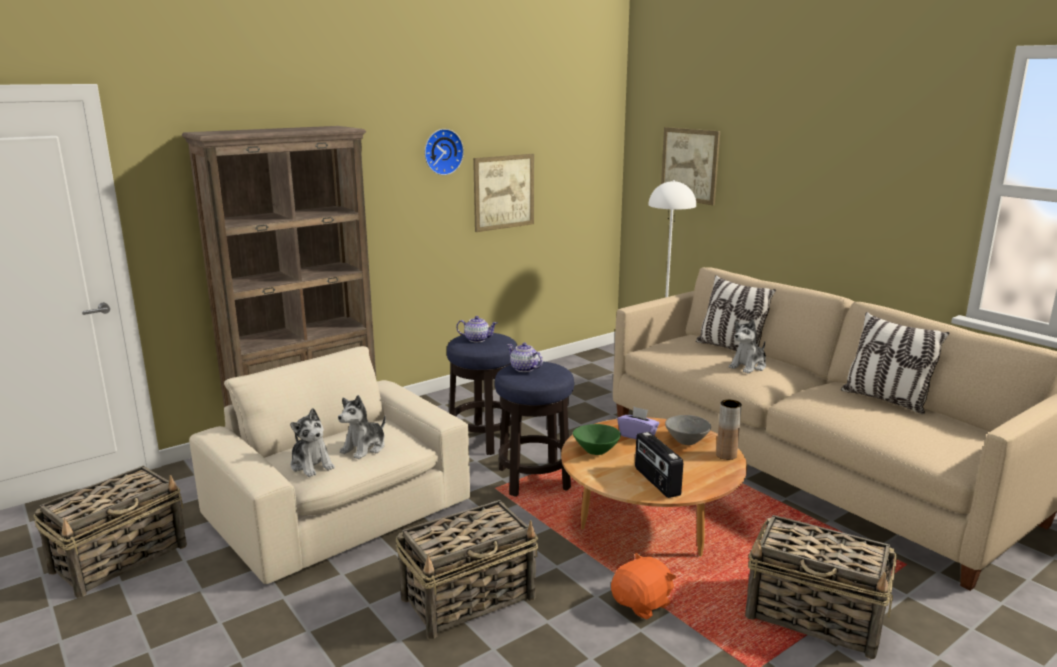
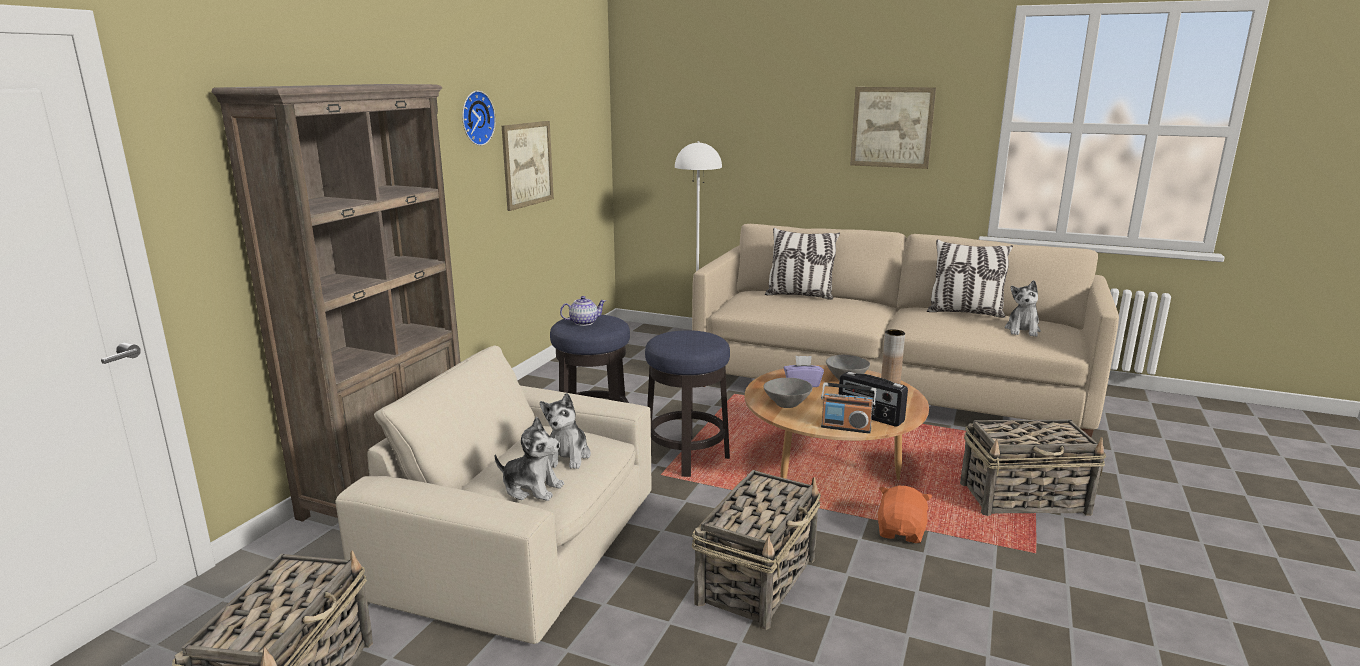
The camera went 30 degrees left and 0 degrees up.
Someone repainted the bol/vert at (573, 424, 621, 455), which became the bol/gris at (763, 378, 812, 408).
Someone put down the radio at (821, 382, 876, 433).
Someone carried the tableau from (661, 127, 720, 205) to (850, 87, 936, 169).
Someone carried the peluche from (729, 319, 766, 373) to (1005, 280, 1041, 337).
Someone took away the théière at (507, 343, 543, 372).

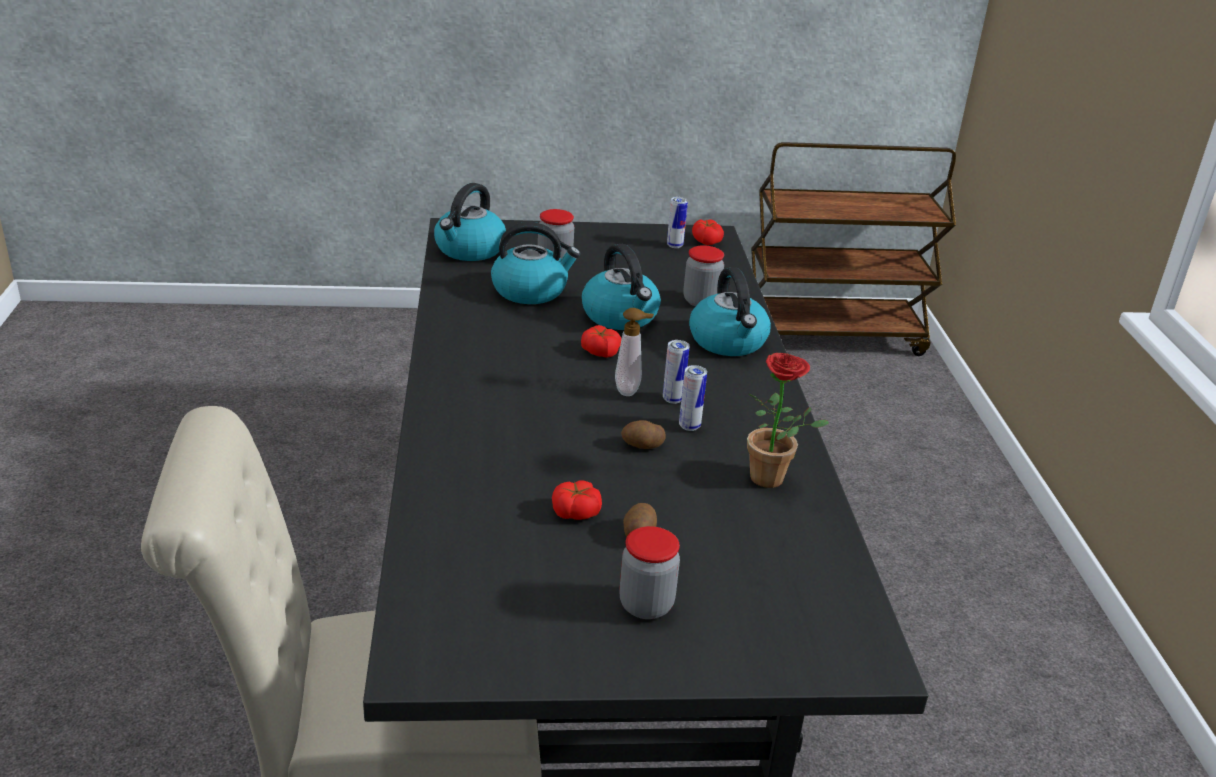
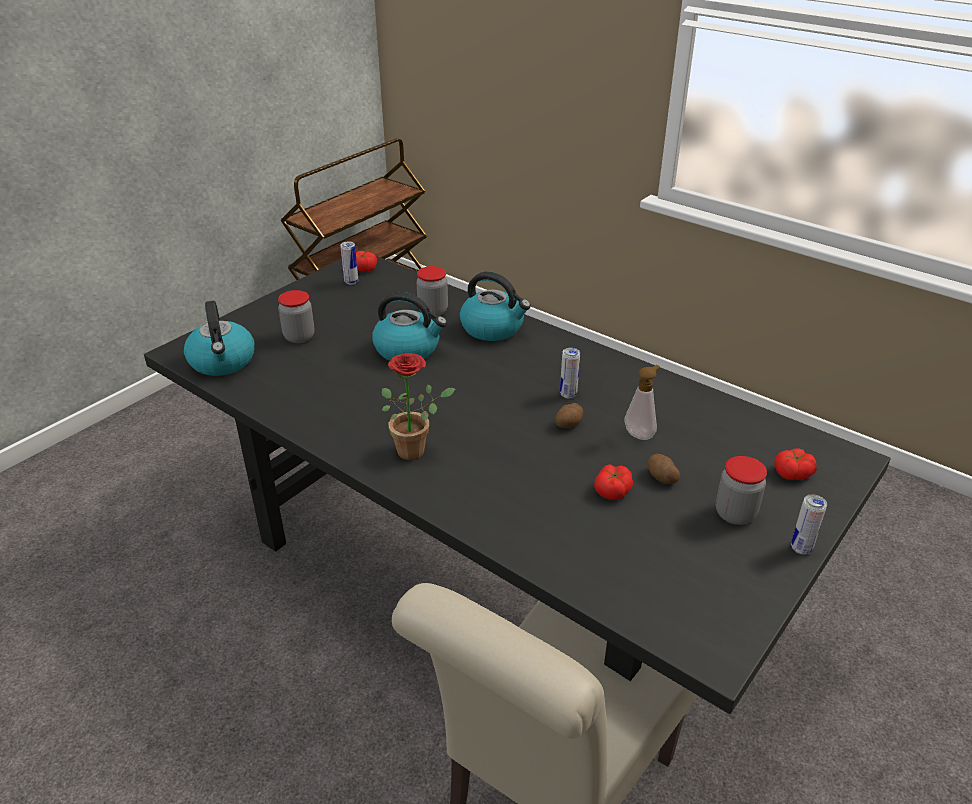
The camera went 45 degrees left and 5 degrees up.
Someone carried the plante en pot from (747, 353, 829, 488) to (382, 353, 455, 460).
Someone carried the distributeur de savon from (615, 308, 654, 396) to (624, 365, 660, 440).
Someone carried the tomate from (581, 325, 621, 358) to (774, 448, 817, 480).
Someone carried the boîte métallique from (663, 340, 690, 404) to (791, 494, 827, 554).
Someone took away the bouilloire at (491, 222, 581, 304).

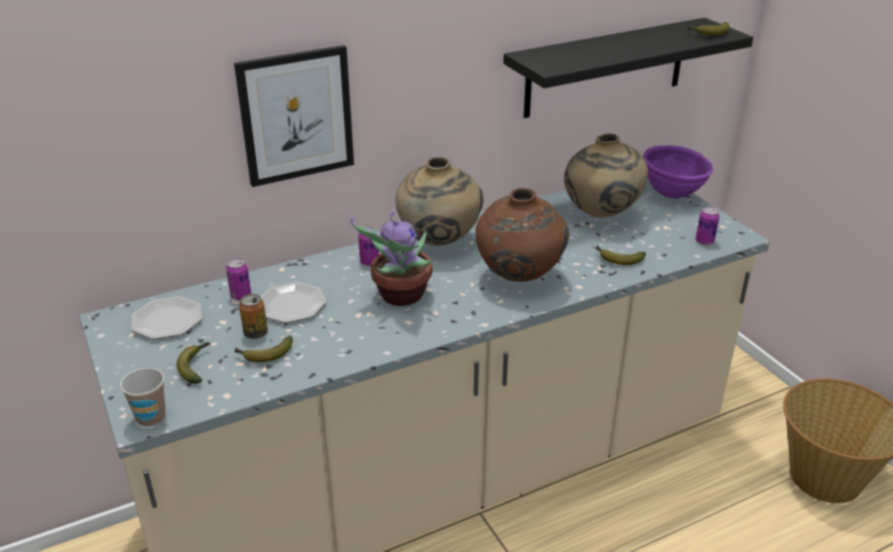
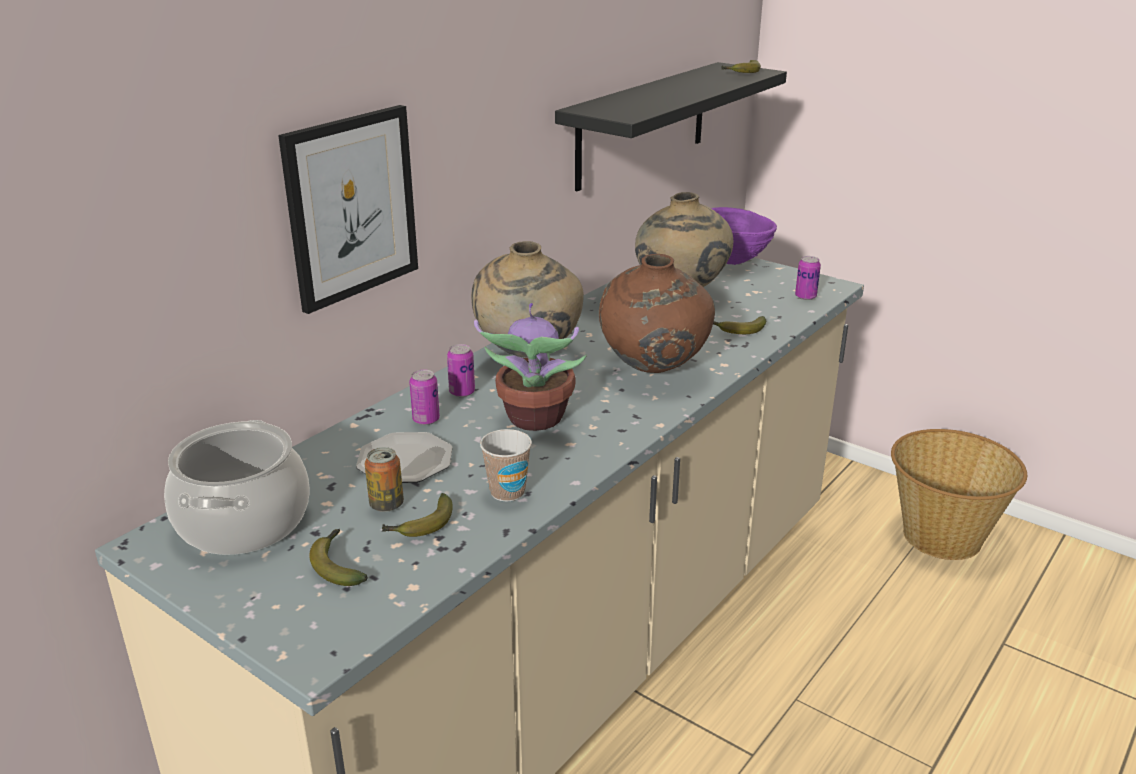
The camera went 25 degrees left and 5 degrees down.
Someone swapped the assiette at (131, 296, 203, 339) for the marmite at (164, 420, 309, 555).
Someone carried the boîte métallique from (226, 258, 251, 300) to (409, 369, 440, 425).
Someone carried the tasse from (120, 368, 165, 427) to (480, 429, 532, 502).

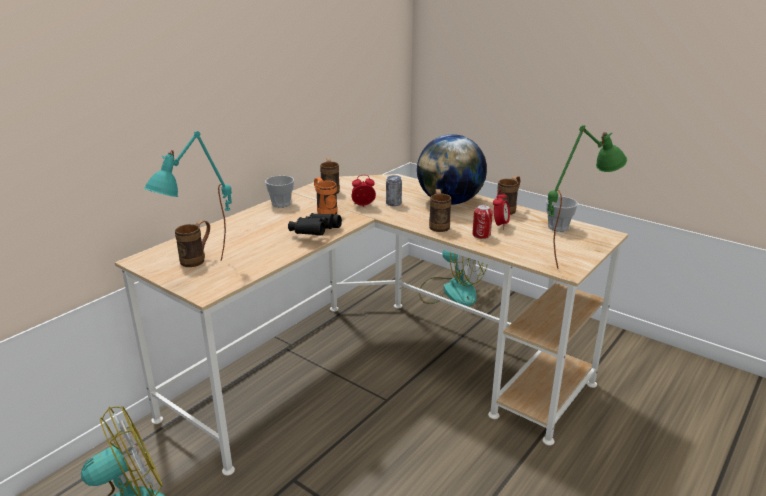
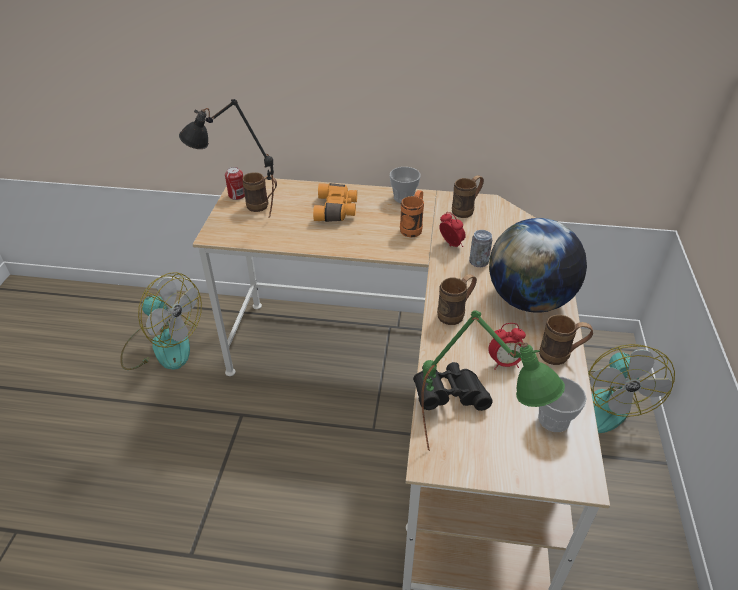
The camera went 60 degrees right and 15 degrees up.
Someone repainted the lampe de table/turquoise at (144, 131, 232, 261), which became the lampe de table/noir at (179, 99, 274, 216).
Someone carried the boîte métallique from (472, 205, 493, 239) to (225, 167, 245, 200).
Someone put down the jumelles/orange at (313, 183, 357, 222).
Someone carried the jumelles/noir from (288, 213, 342, 235) to (413, 362, 493, 411).

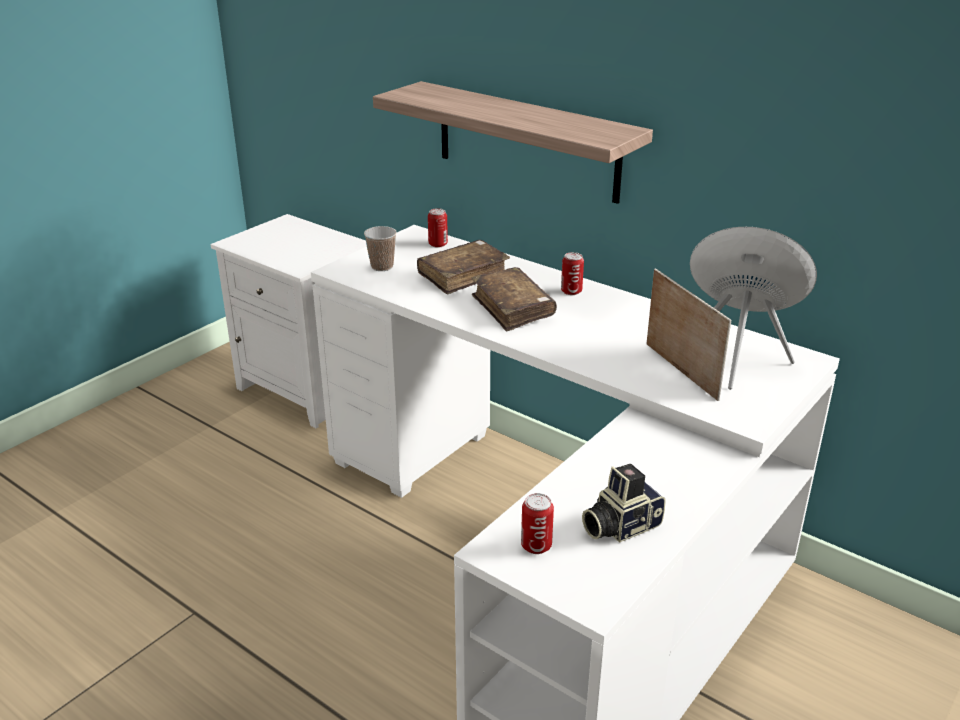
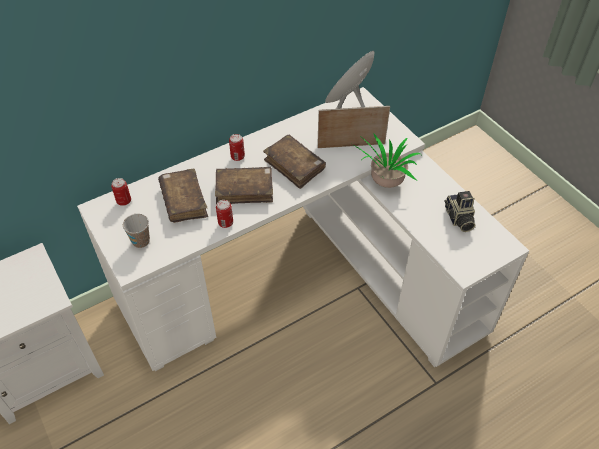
The camera went 70 degrees left and 20 degrees up.
Someone carried the boîte métallique from (521, 493, 554, 554) to (216, 200, 233, 228).
Someone put down the livre/marron at (263, 135, 326, 189).
Someone put down the plante en pot at (352, 133, 422, 188).
Someone took away the étagère at (373, 81, 653, 204).

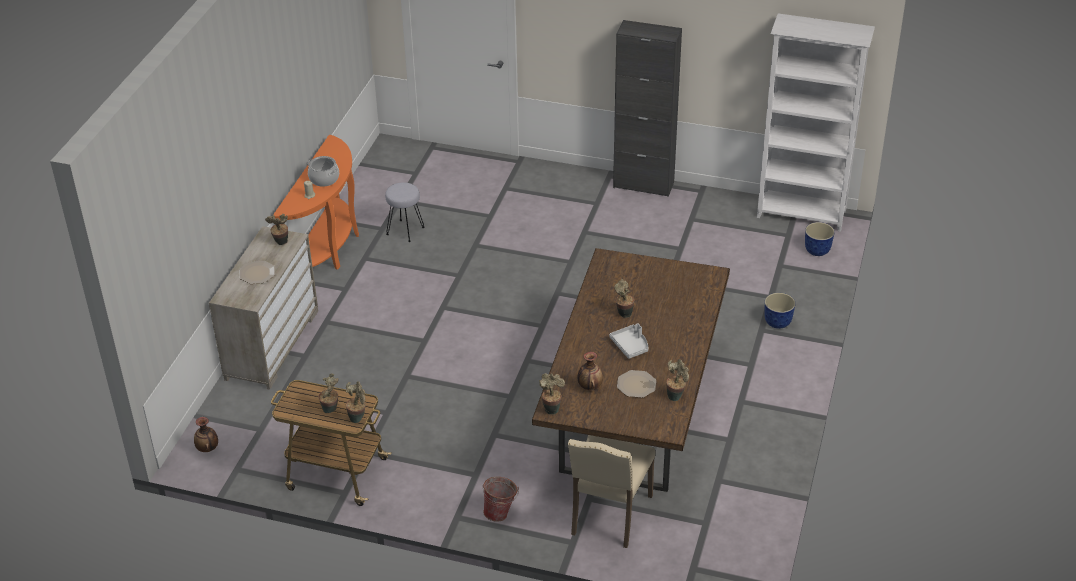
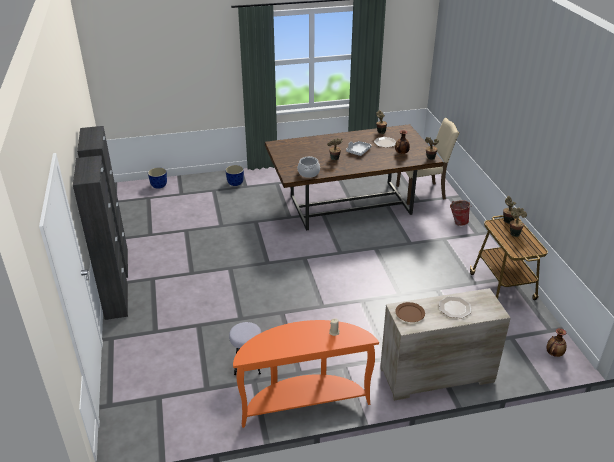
The camera went 120 degrees left and 5 degrees down.
Someone put down the meuble de rangement/noir at (73, 155, 128, 320).
Someone carried the marmite from (308, 156, 339, 187) to (298, 156, 320, 178).
Someone swapped the plante en pot at (265, 214, 288, 245) for the assiette/marron at (395, 302, 425, 322).
Someone took away the bibliothèque/blanc at (757, 13, 875, 232).

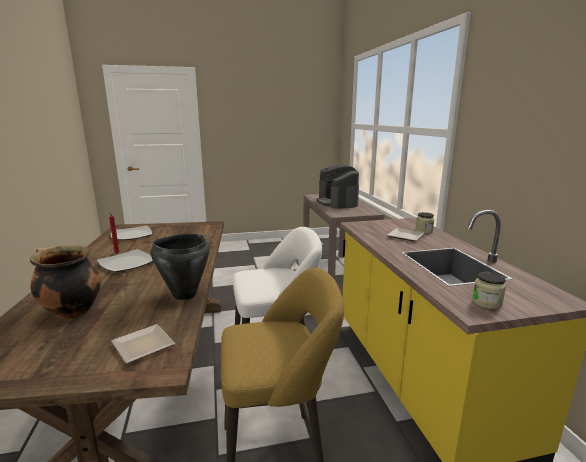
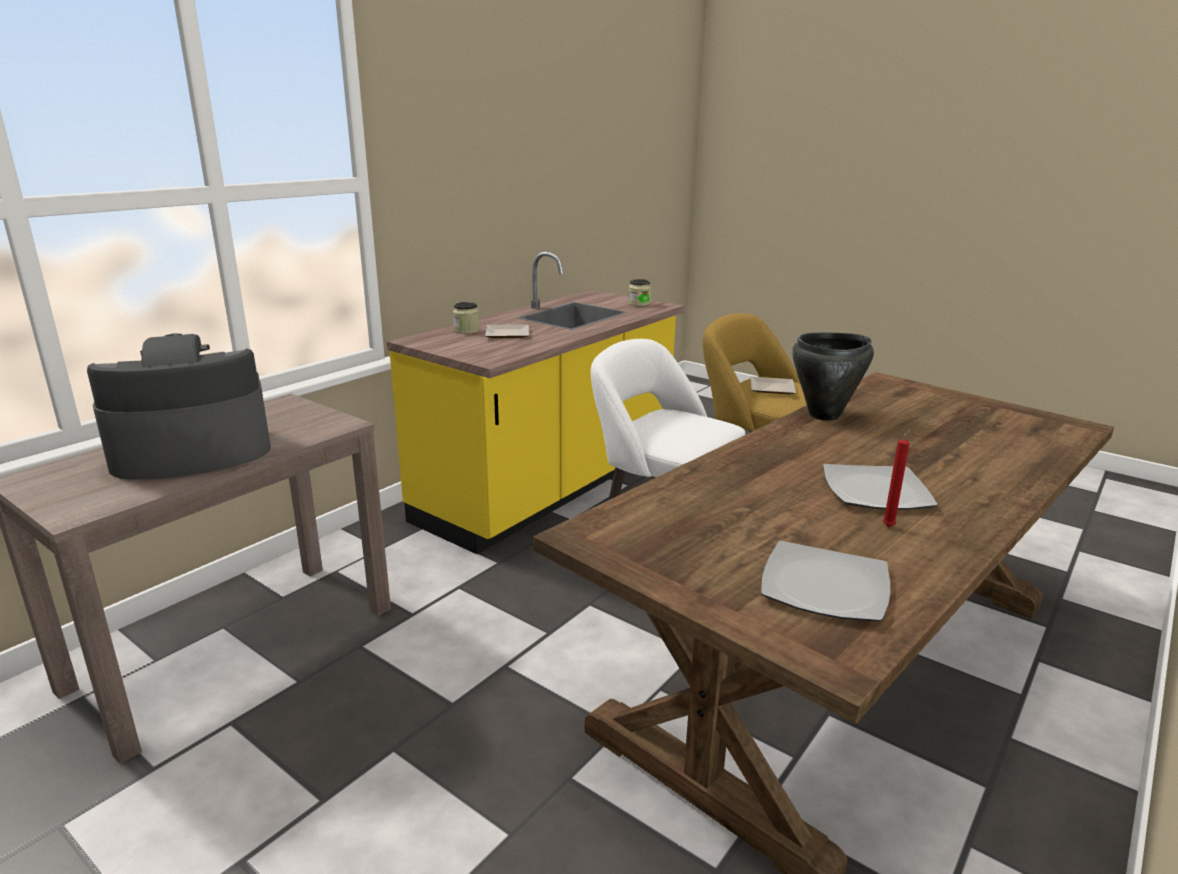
The camera went 130 degrees left and 5 degrees up.
Someone rotated the machine à café at (317, 165, 359, 209) by 150 degrees counterclockwise.
Someone carried the assiette from (111, 324, 175, 364) to (750, 377, 796, 394).
Someone took away the marmite at (30, 245, 101, 319).

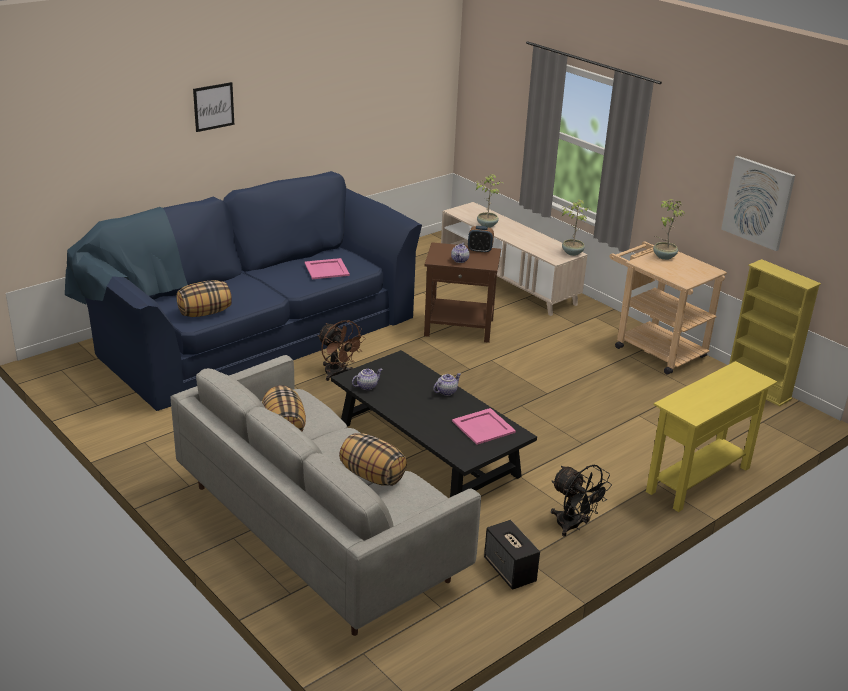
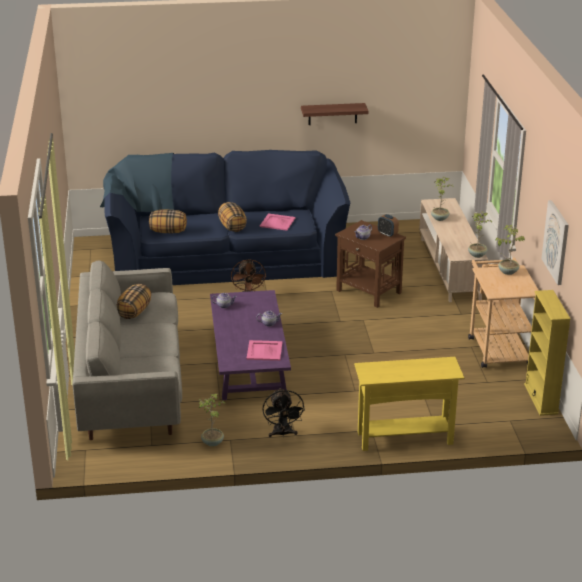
The camera went 35 degrees right and 0 degrees up.
Someone swapped the enceinte at (484, 520, 540, 590) for the plante en pot at (198, 394, 226, 447).
Someone repainted the table basse/noir at (331, 350, 537, 497), which became the table basse/violet at (210, 290, 291, 400).
Someone carried the coussin from (339, 433, 407, 486) to (218, 202, 247, 232).
Someone put up the étagère at (301, 103, 369, 125).
Someone took away the tableau at (193, 82, 234, 132).

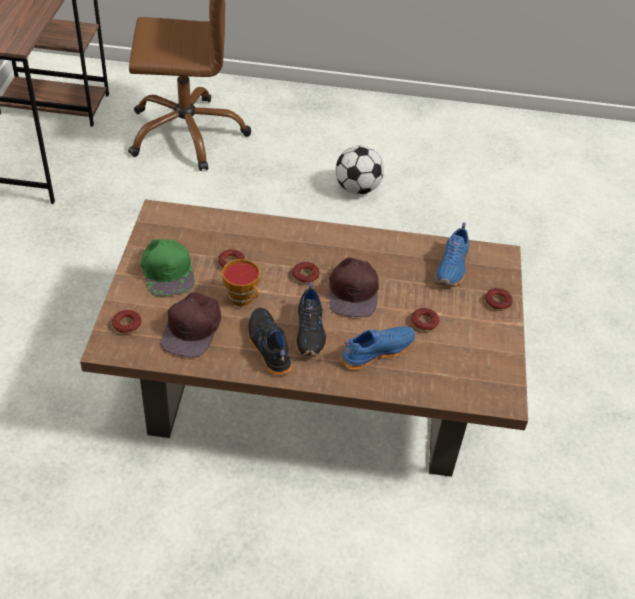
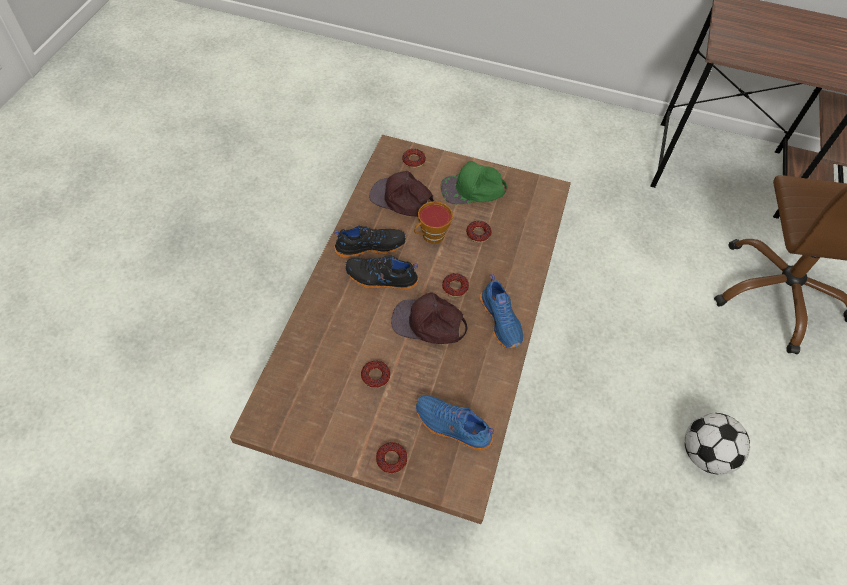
The camera went 100 degrees right and 10 degrees up.
Someone carried the chaussure/bleu from (341, 326, 415, 370) to (480, 274, 523, 348).

